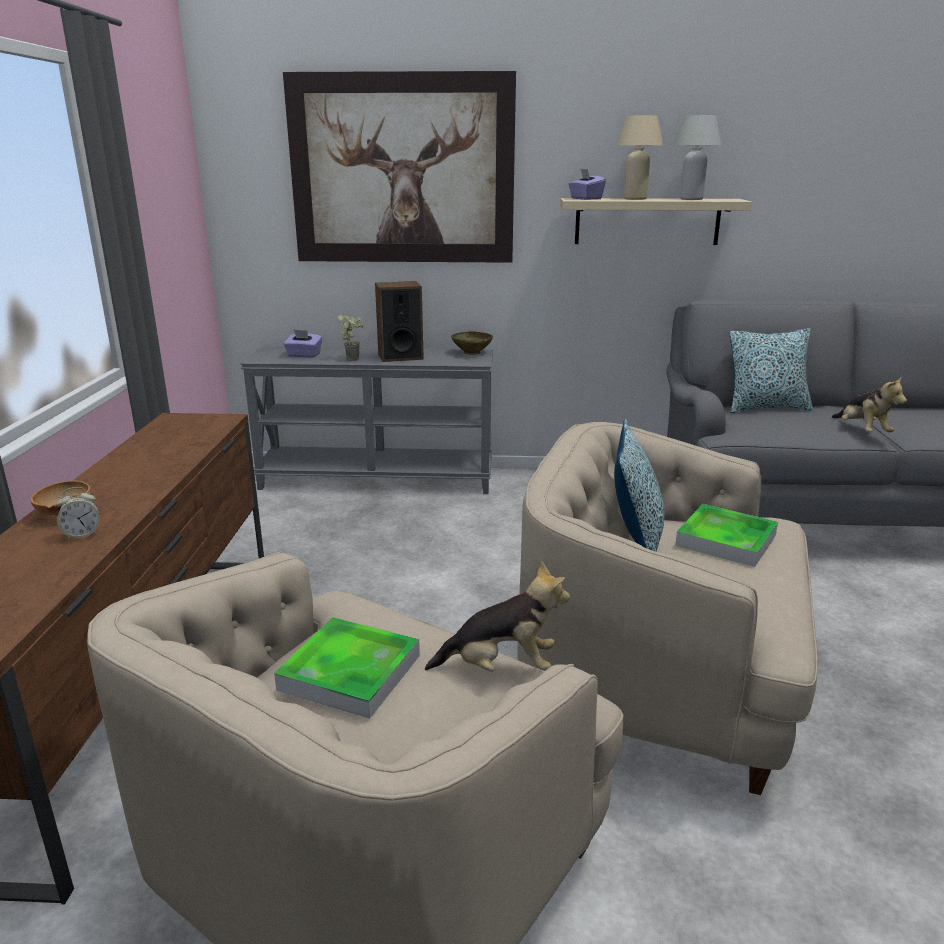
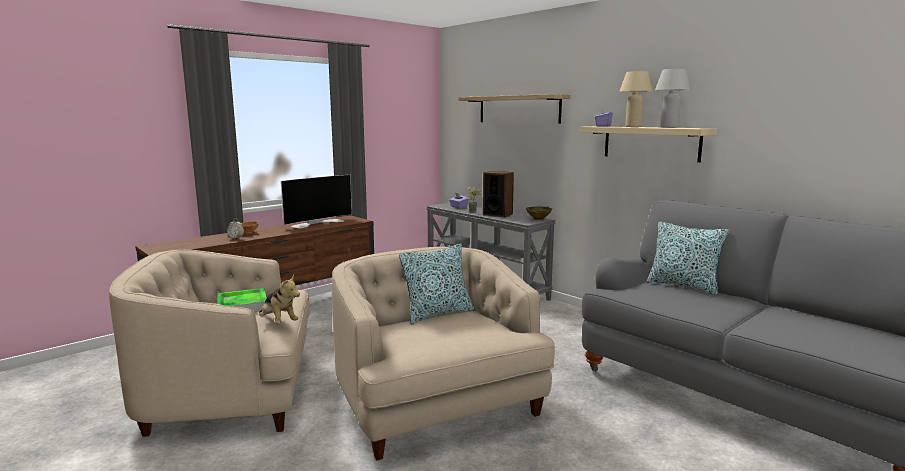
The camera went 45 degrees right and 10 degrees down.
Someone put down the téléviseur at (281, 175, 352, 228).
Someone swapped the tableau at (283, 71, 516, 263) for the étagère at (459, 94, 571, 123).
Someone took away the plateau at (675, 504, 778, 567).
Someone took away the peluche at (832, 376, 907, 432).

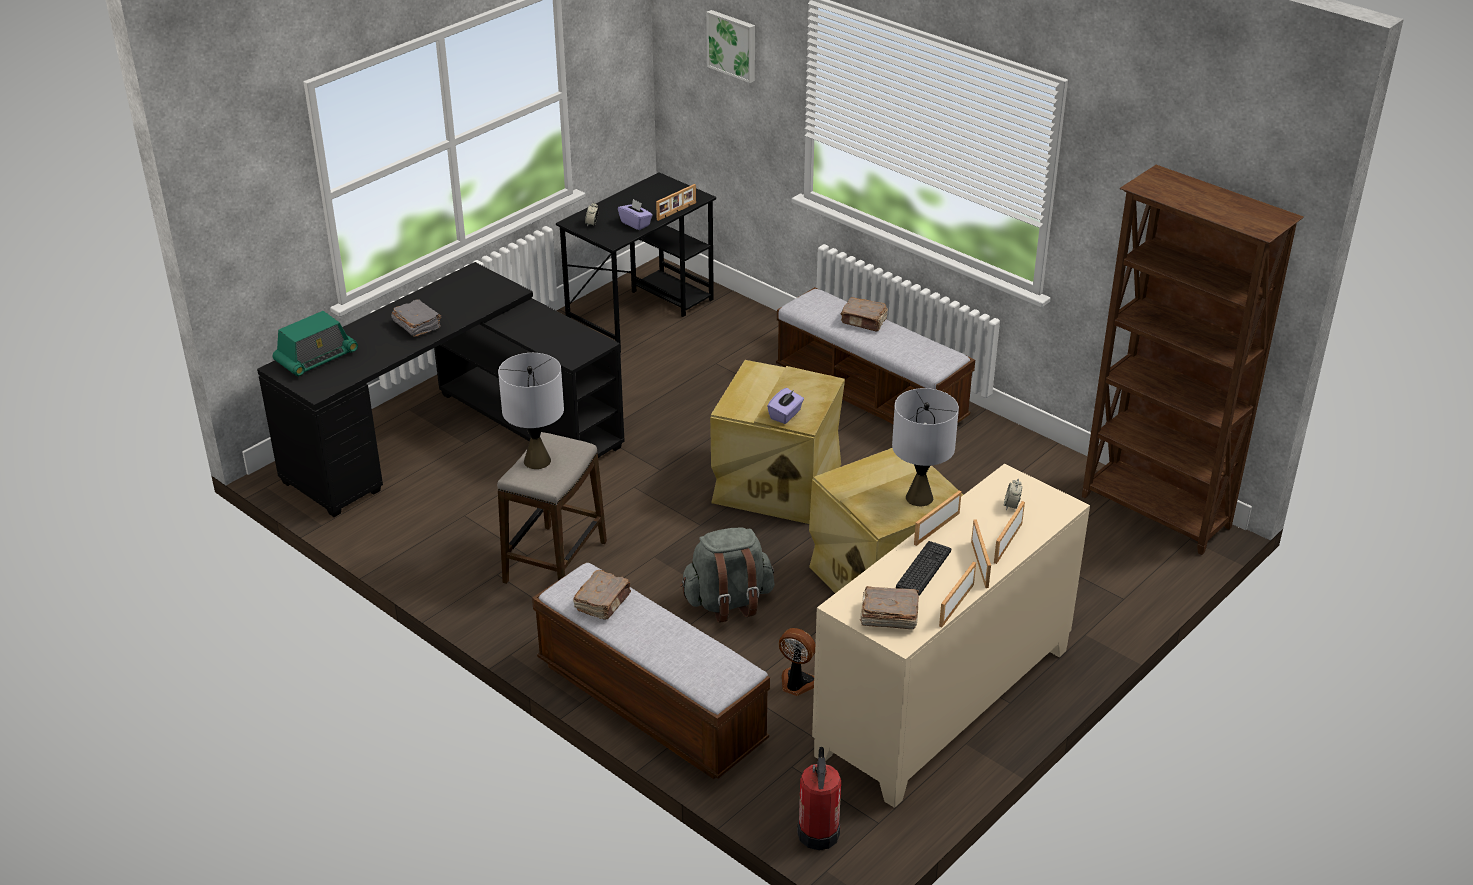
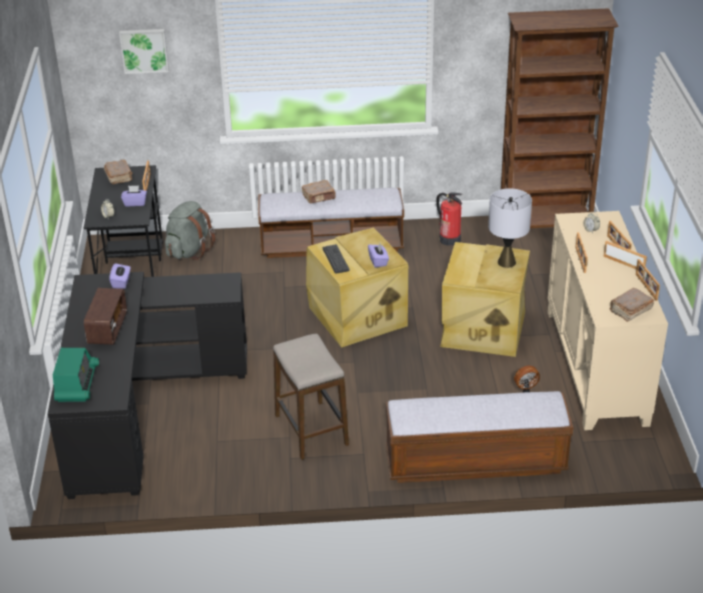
The camera went 45 degrees left and 0 degrees up.
Someone swapped the livre/gris at (391, 299, 441, 337) for the radio at (84, 288, 127, 345).
Someone carried the livre/marron from (573, 570, 631, 620) to (104, 159, 133, 184).
Someone put down the boîte à mouchoirs/violet at (109, 263, 131, 288).
Someone carried the sac à dos/gris from (680, 527, 775, 623) to (165, 201, 215, 260).
Someone carried the clavier from (896, 541, 951, 596) to (323, 244, 350, 274).
Someone carried the extincteur from (797, 747, 841, 850) to (436, 192, 462, 246).
Someone took away the lampe de table/gris at (498, 353, 564, 469).

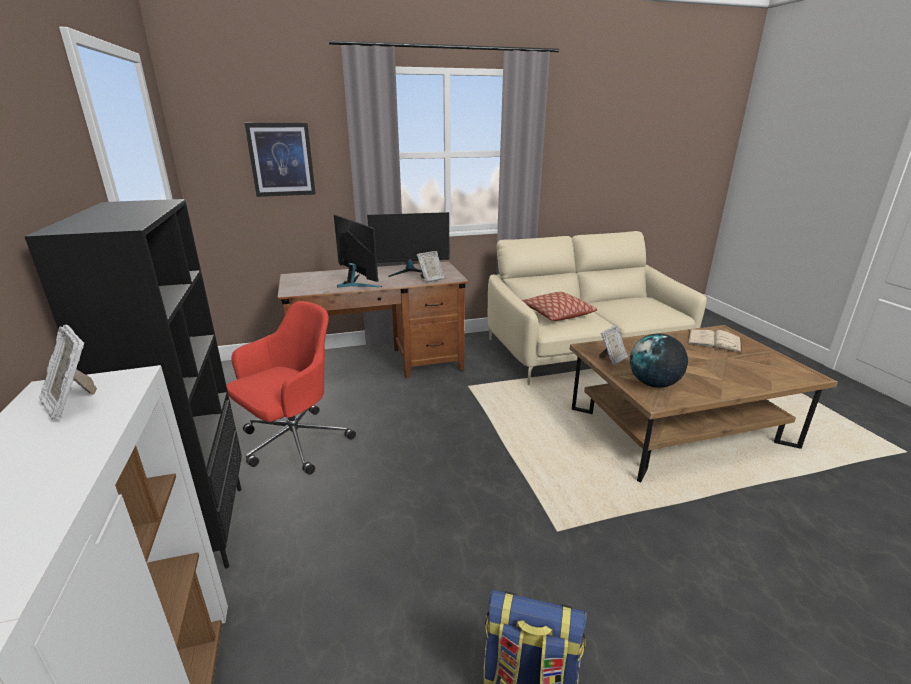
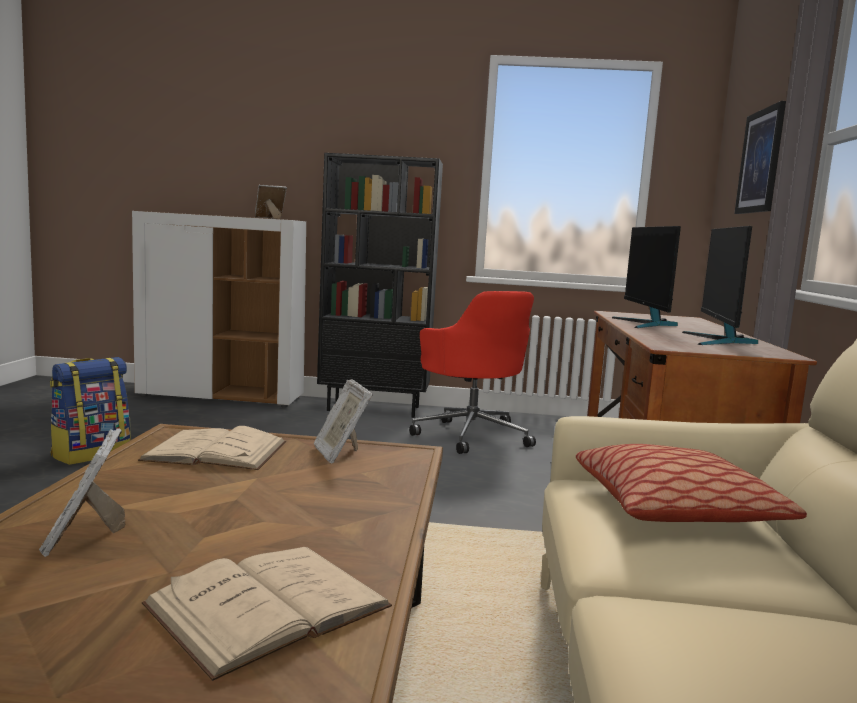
The camera went 110 degrees right and 15 degrees down.
Someone carried the cadre photo from (417, 251, 445, 283) to (39, 428, 126, 557).
Someone swapped the globe at (630, 334, 688, 388) for the livre/beige at (138, 426, 286, 470).
Someone rotated the écran d'ordinateur at (334, 214, 382, 288) by 105 degrees clockwise.

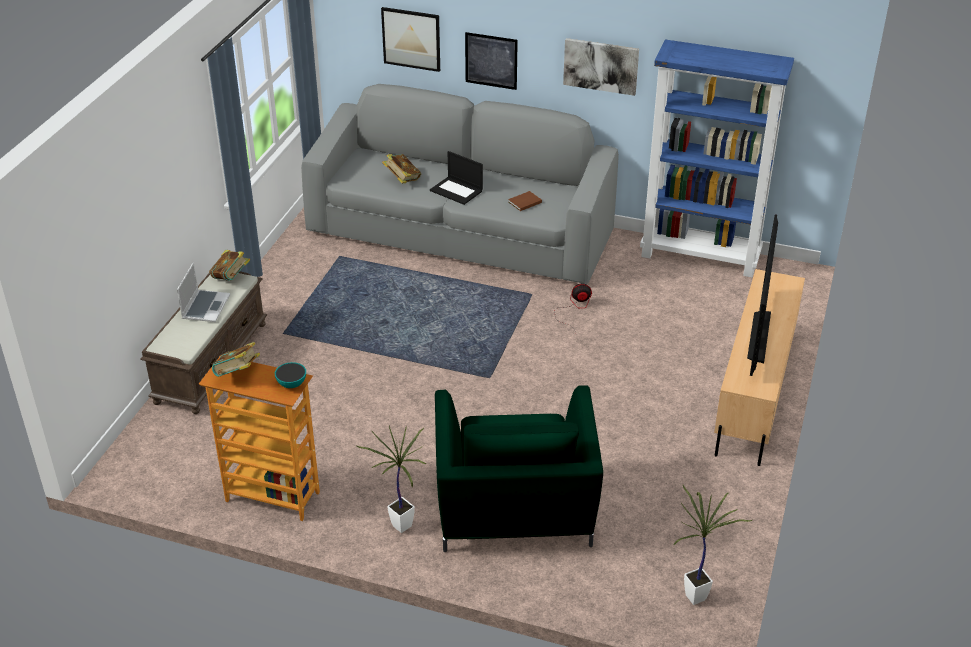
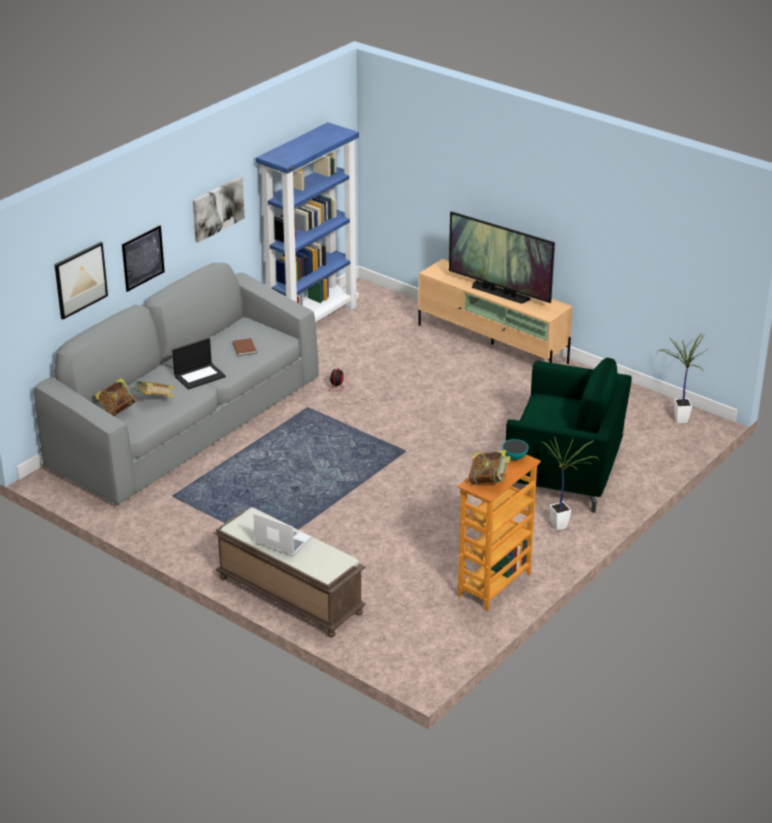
The camera went 70 degrees left and 5 degrees down.
Someone carried the livre from (209, 250, 250, 281) to (95, 378, 137, 416).

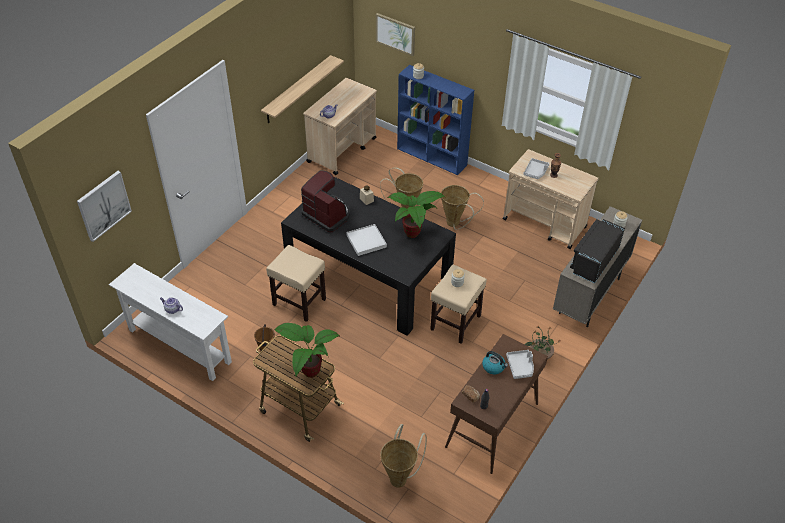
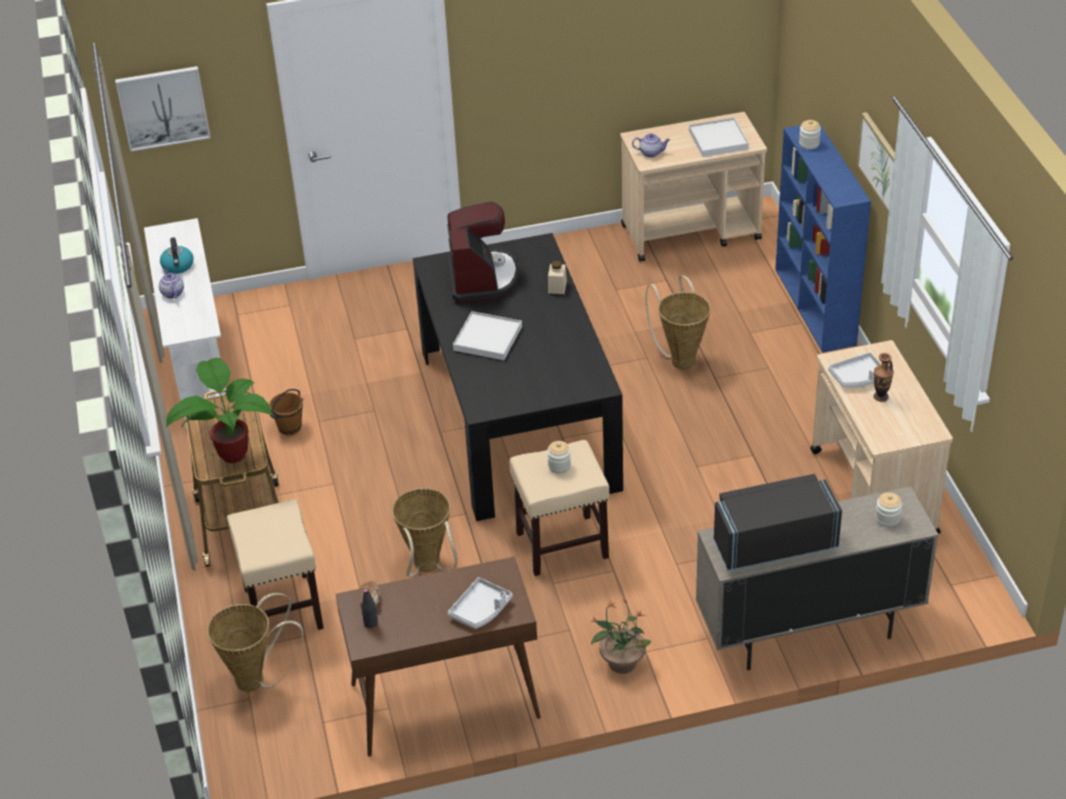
The camera went 45 degrees right and 5 degrees down.
Someone carried the bouilloire from (482, 351, 508, 374) to (160, 237, 193, 274).
Someone carried the tabouret/beige from (266, 245, 326, 322) to (227, 499, 324, 630).
Someone carried the panier from (441, 185, 484, 230) to (392, 488, 458, 577).
Someone put down the plateau/blanc at (689, 118, 749, 157).
Someone carried the tableau from (376, 13, 415, 56) to (857, 112, 895, 213).
Someone took away the étagère at (261, 55, 344, 123).
Someone took away the plante en pot at (389, 191, 445, 238).

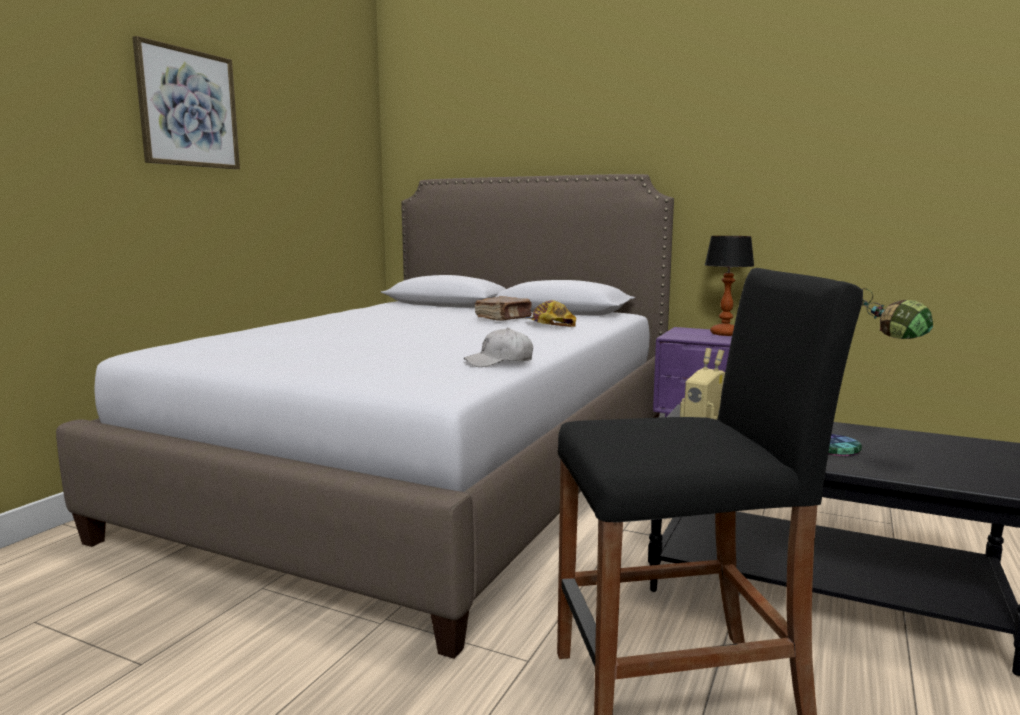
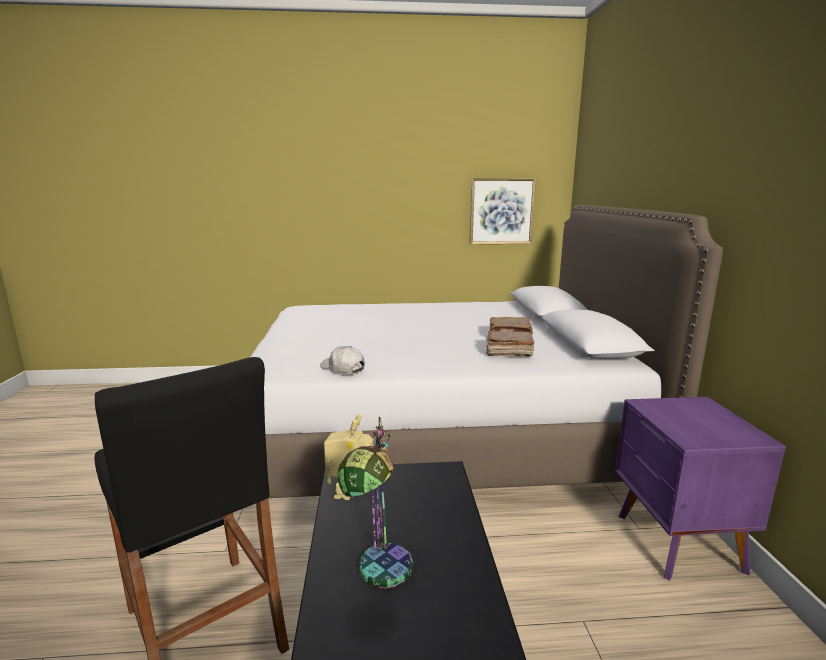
The camera went 60 degrees right and 5 degrees up.
Someone carried the tableau from (132, 36, 240, 169) to (469, 178, 536, 244).
Someone swapped the casquette at (525, 300, 576, 327) for the livre/marron at (486, 331, 534, 356).
Someone took away the lampe de table at (705, 236, 754, 336).

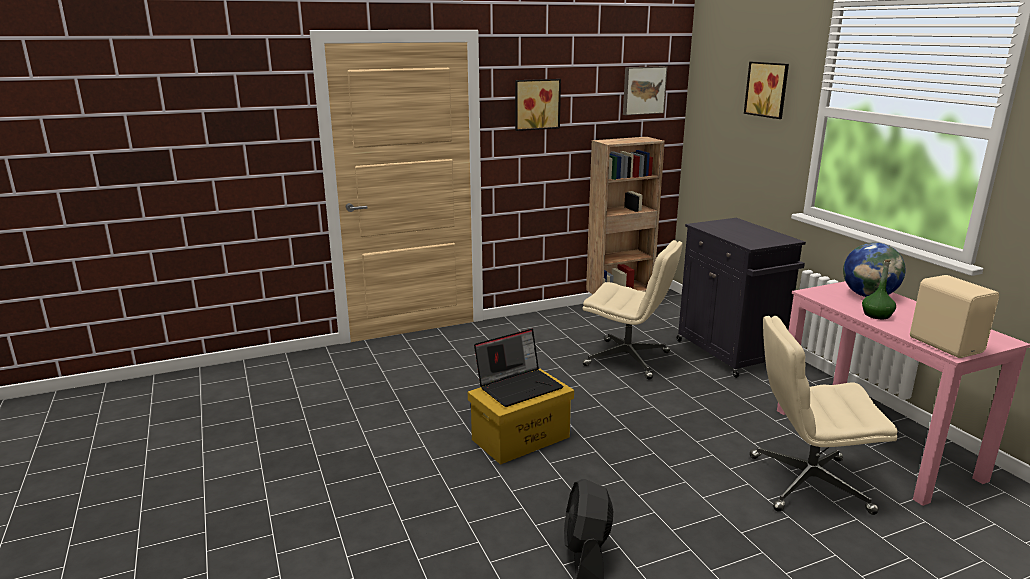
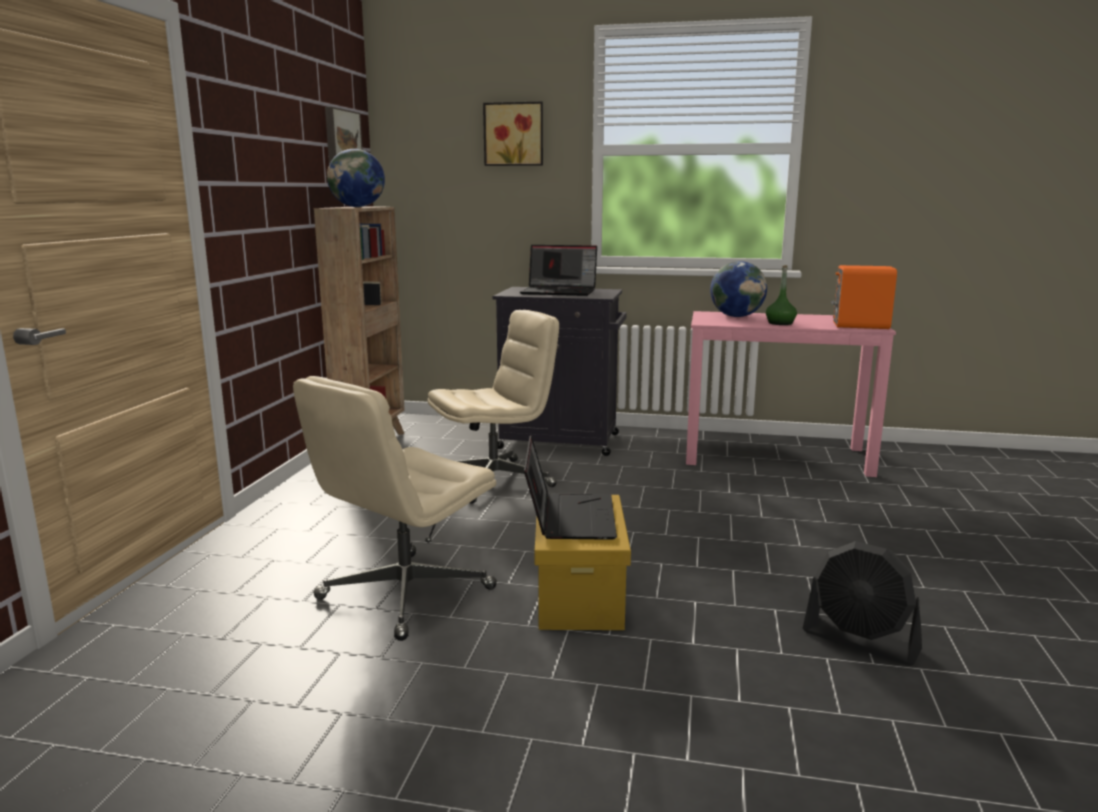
The camera went 55 degrees left and 5 degrees down.
Someone carried the chaise de bureau/beige from (750, 316, 898, 515) to (293, 376, 497, 641).
Someone put down the globe at (327, 149, 385, 207).
Someone put down the ordinateur portable at (520, 245, 597, 296).
Someone repainted the enceinte/beige at (910, 275, 999, 358), which became the enceinte/orange at (831, 265, 897, 329).
Someone took away the tableau at (515, 79, 561, 131).

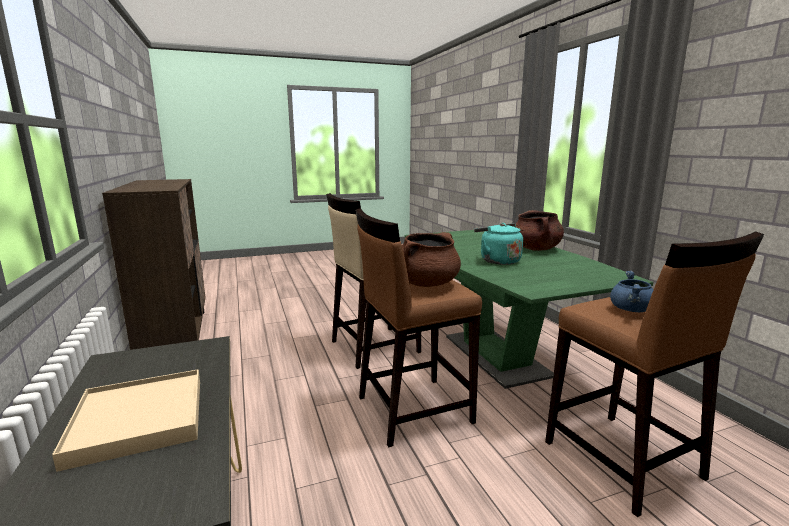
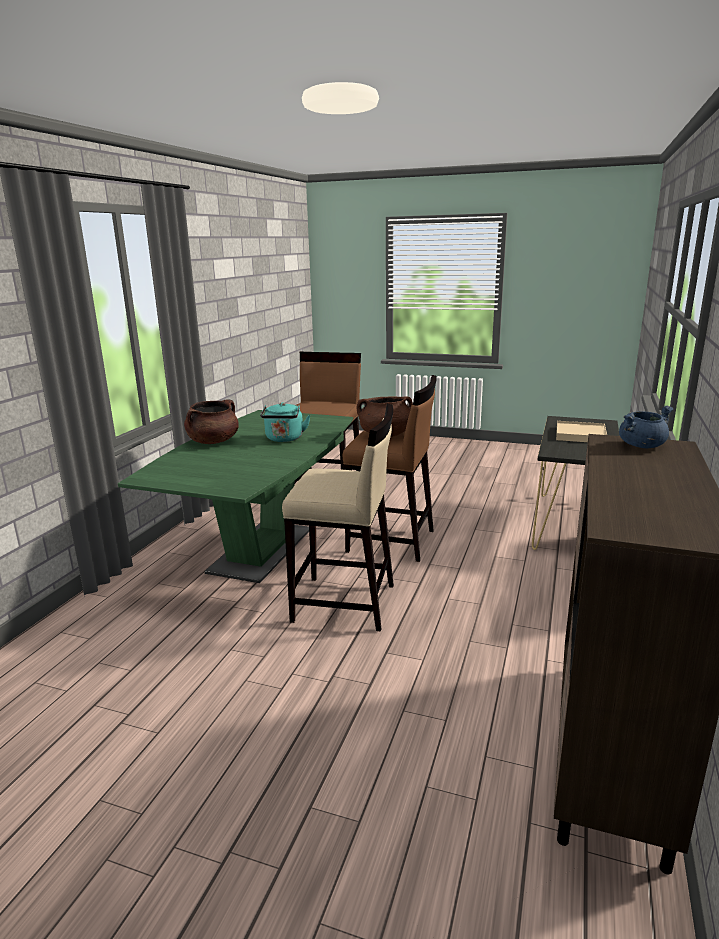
The camera went 140 degrees left and 5 degrees up.
Someone carried the marmite/bleu from (610, 271, 653, 312) to (619, 406, 674, 448).

